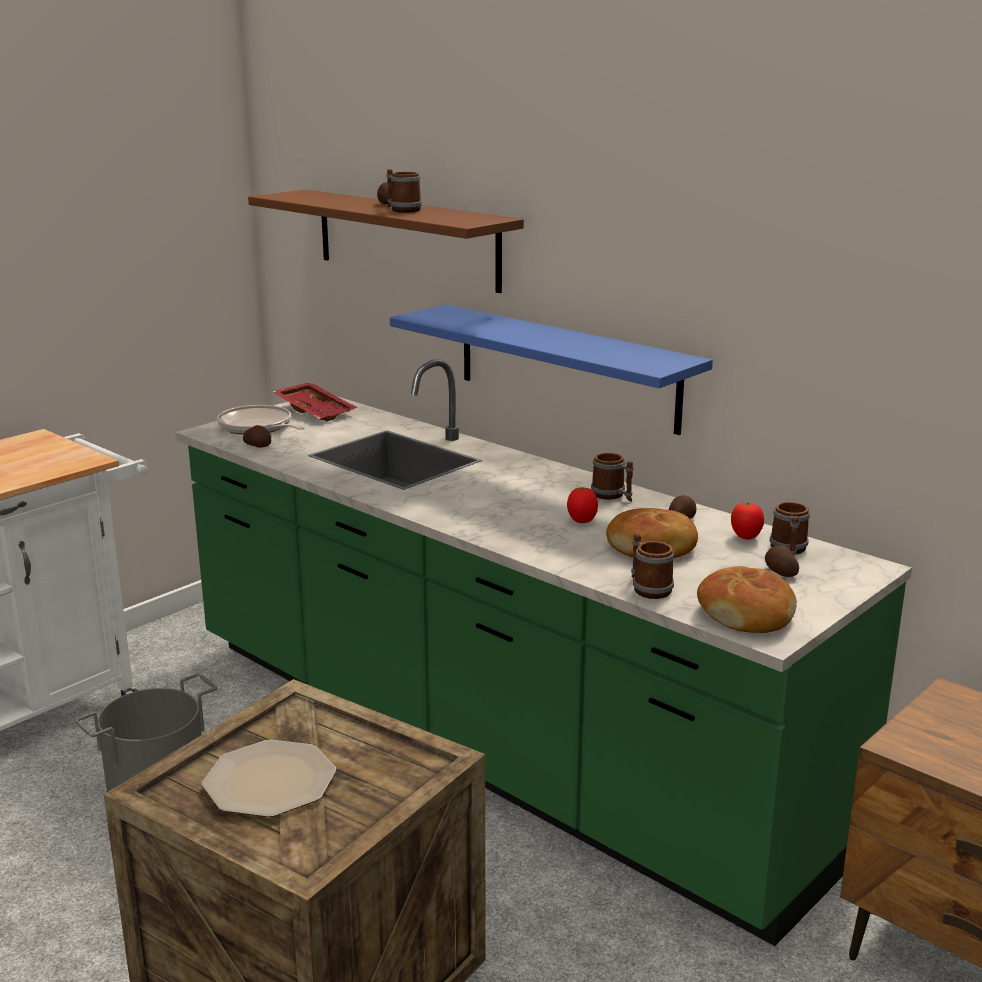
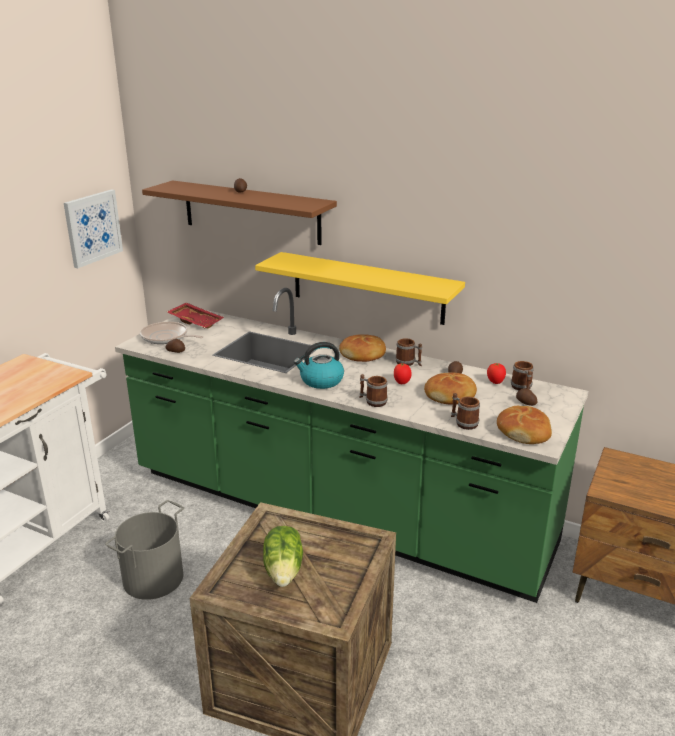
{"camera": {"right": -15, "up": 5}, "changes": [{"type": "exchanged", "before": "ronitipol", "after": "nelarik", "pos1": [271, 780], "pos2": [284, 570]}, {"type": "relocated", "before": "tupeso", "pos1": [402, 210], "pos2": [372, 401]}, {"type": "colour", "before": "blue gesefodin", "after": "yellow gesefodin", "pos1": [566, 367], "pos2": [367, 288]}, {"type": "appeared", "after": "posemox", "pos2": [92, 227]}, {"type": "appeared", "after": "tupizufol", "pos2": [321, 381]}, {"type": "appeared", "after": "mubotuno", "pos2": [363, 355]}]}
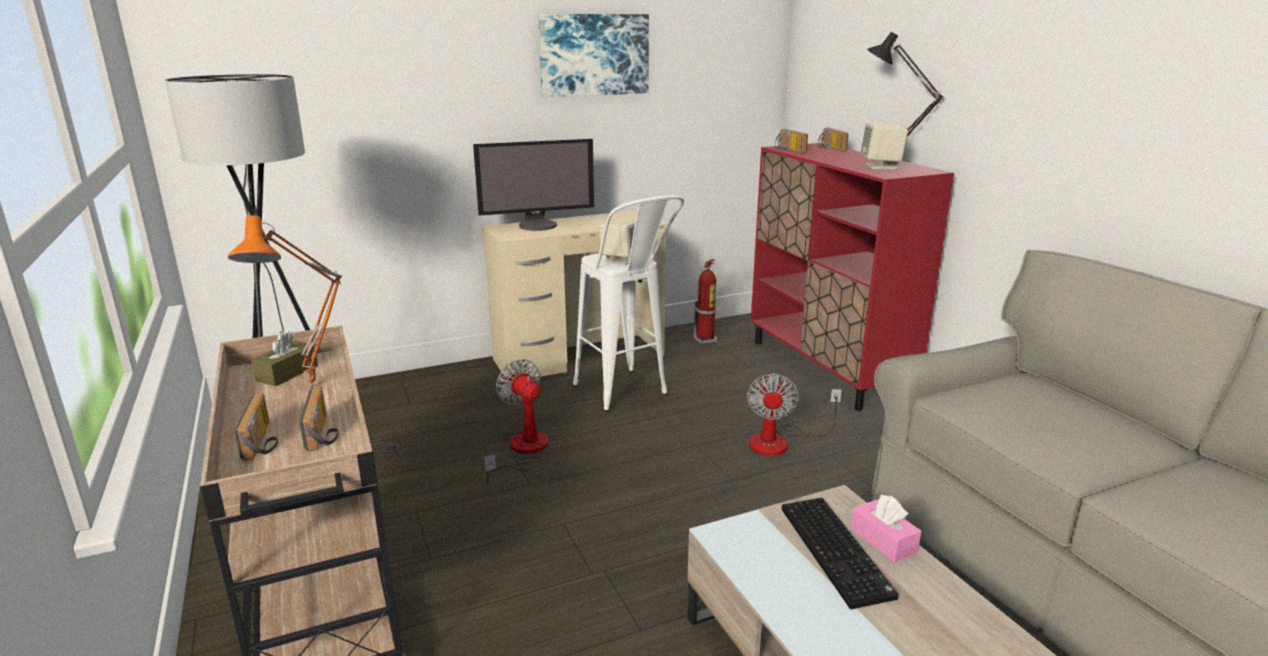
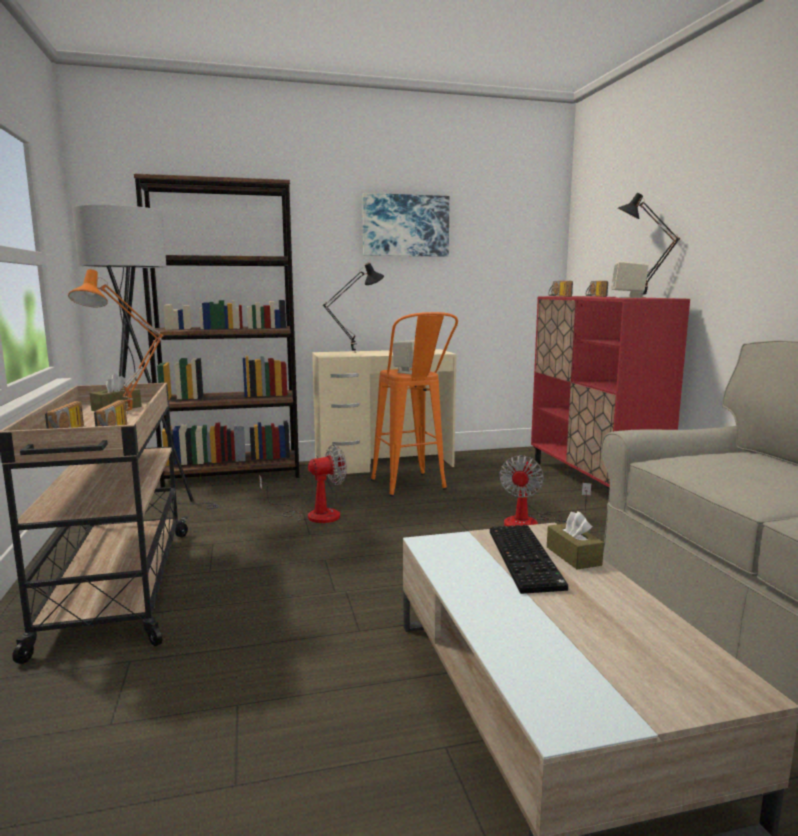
{"camera": {"right": 10, "up": -10}, "changes": [{"type": "exchanged", "before": "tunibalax", "after": "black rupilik", "pos1": [538, 225], "pos2": [354, 352]}, {"type": "spun", "before": "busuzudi", "pos1": [522, 451], "pos2": [313, 515], "turn": 90}, {"type": "colour", "before": "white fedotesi", "after": "orange fedotesi", "pos1": [627, 396], "pos2": [412, 488]}, {"type": "missing", "before": "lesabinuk", "pos1": [705, 340]}, {"type": "colour", "before": "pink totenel", "after": "brown totenel", "pos1": [883, 540], "pos2": [573, 556]}, {"type": "appeared", "after": "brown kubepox", "pos2": [232, 474]}]}
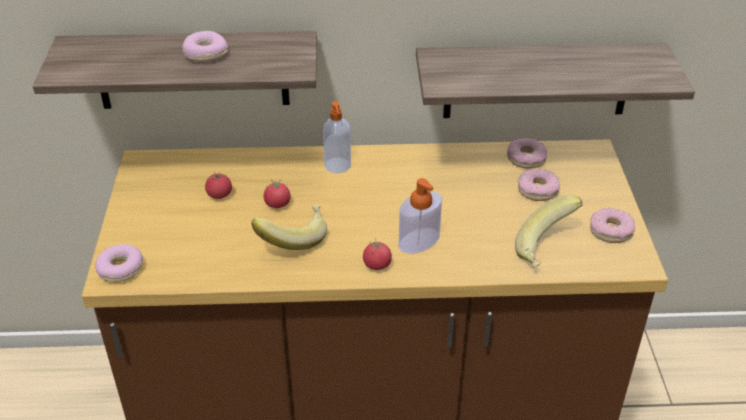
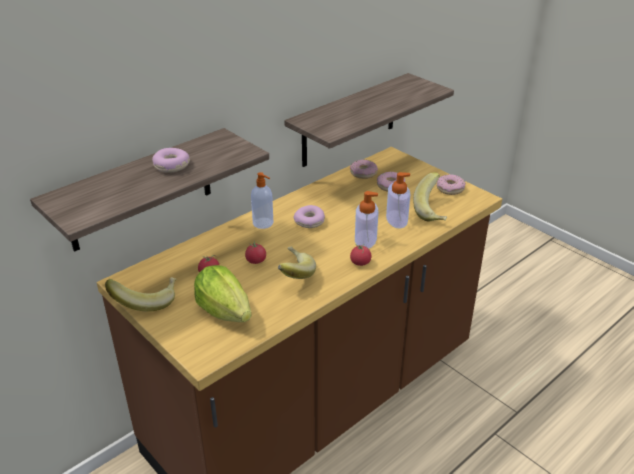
{"camera": {"right": -40, "up": -5}, "changes": [{"type": "relocated", "before": "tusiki", "pos1": [121, 269], "pos2": [309, 221]}, {"type": "appeared", "after": "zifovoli", "pos2": [146, 301]}, {"type": "appeared", "after": "nelarik", "pos2": [224, 311]}, {"type": "appeared", "after": "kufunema", "pos2": [396, 219]}]}
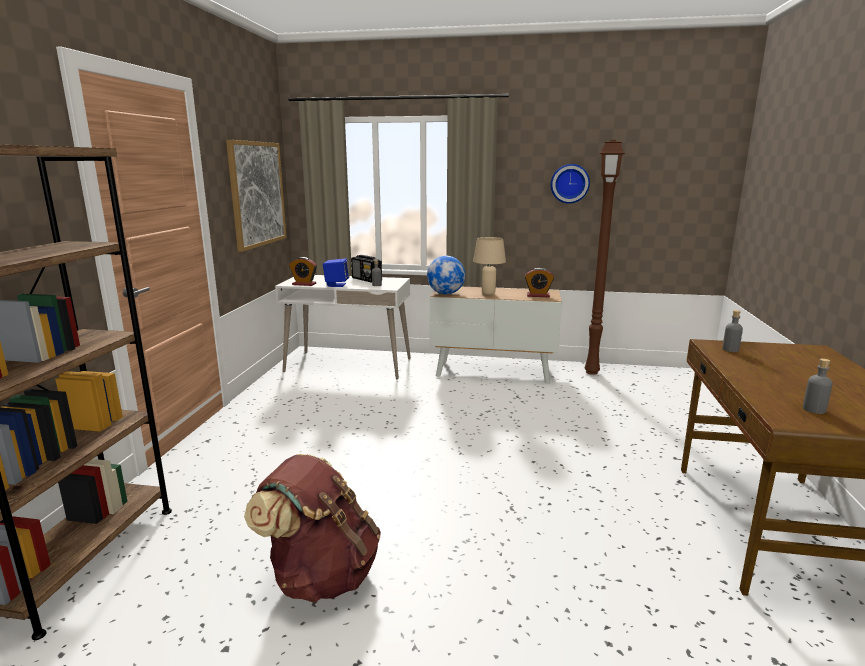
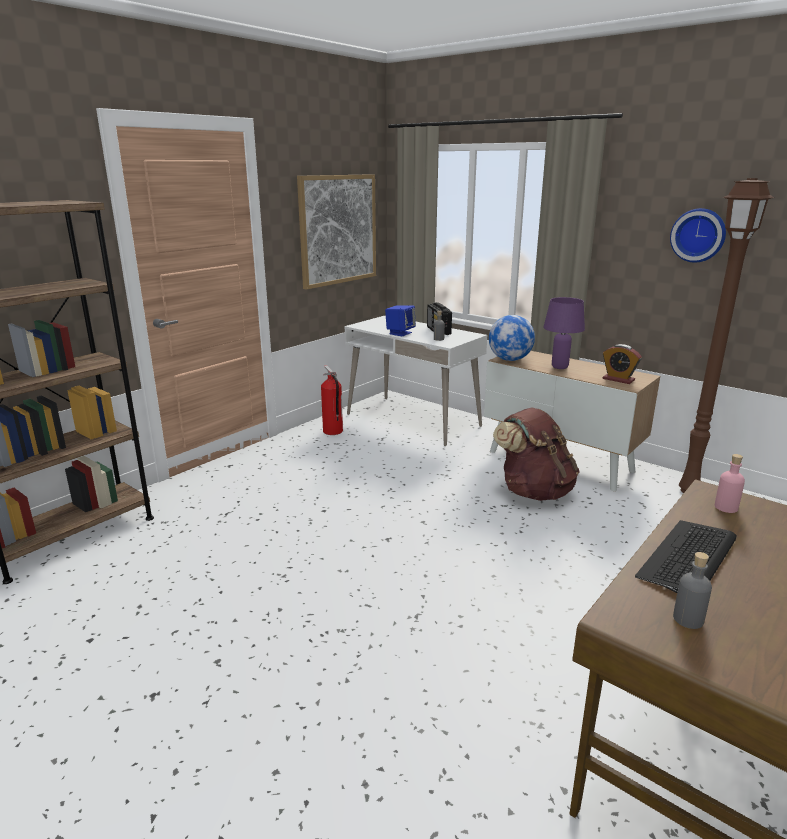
{"camera": {"right": 30, "up": 5}, "changes": [{"type": "relocated", "before": "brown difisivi", "pos1": [321, 575], "pos2": [534, 491]}, {"type": "missing", "before": "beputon", "pos1": [304, 284]}, {"type": "colour", "before": "beige rupilik", "after": "purple rupilik", "pos1": [488, 293], "pos2": [559, 367]}, {"type": "colour", "before": "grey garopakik", "after": "pink garopakik", "pos1": [730, 349], "pos2": [726, 507]}, {"type": "appeared", "after": "lesabinuk", "pos2": [332, 431]}, {"type": "appeared", "after": "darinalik", "pos2": [688, 558]}]}
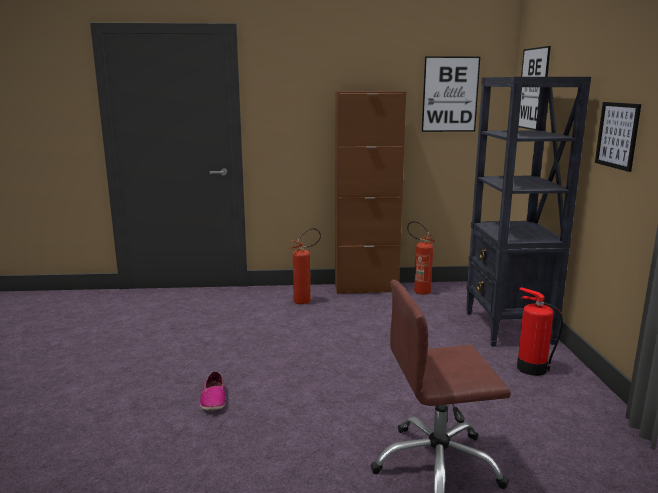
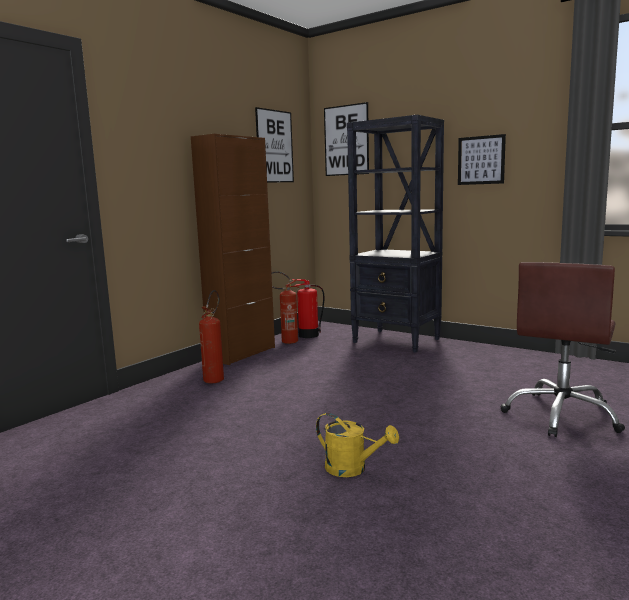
{"camera": {"right": -50, "up": -5}, "changes": [{"type": "exchanged", "before": "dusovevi", "after": "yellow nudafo", "pos1": [213, 399], "pos2": [352, 469]}, {"type": "relocated", "before": "lesabinuk", "pos1": [531, 368], "pos2": [308, 335]}]}
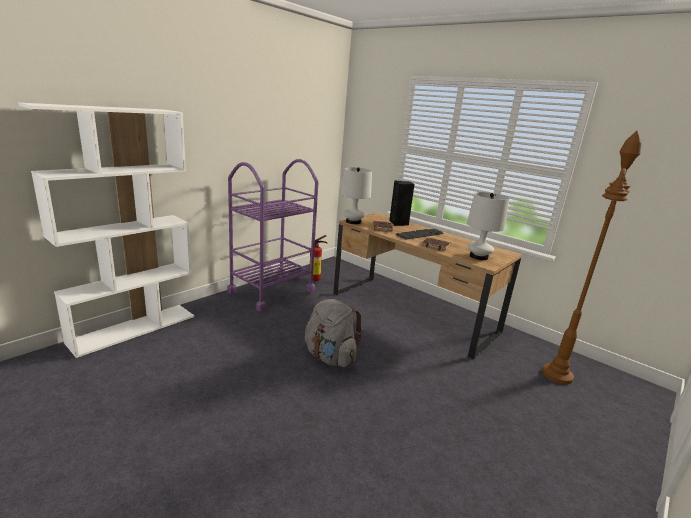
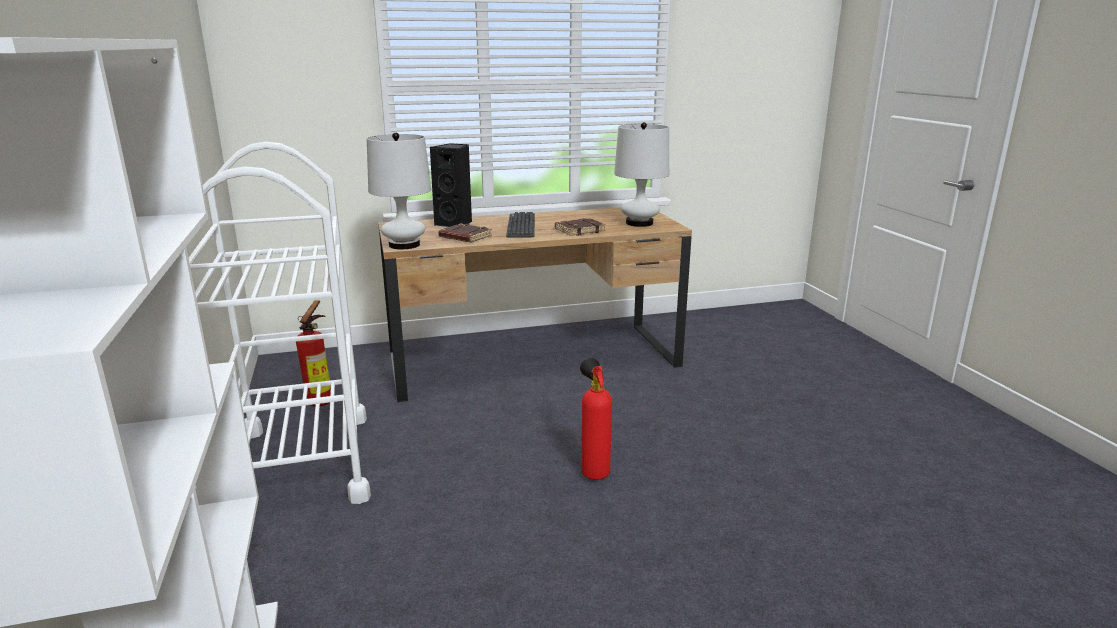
{"camera": {"right": -55, "up": 0}, "changes": [{"type": "colour", "before": "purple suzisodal", "after": "white suzisodal", "pos1": [271, 291], "pos2": [302, 464]}, {"type": "exchanged", "before": "grey difisivi", "after": "lesabinuk", "pos1": [330, 357], "pos2": [593, 471]}, {"type": "missing", "before": "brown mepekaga", "pos1": [557, 375]}]}
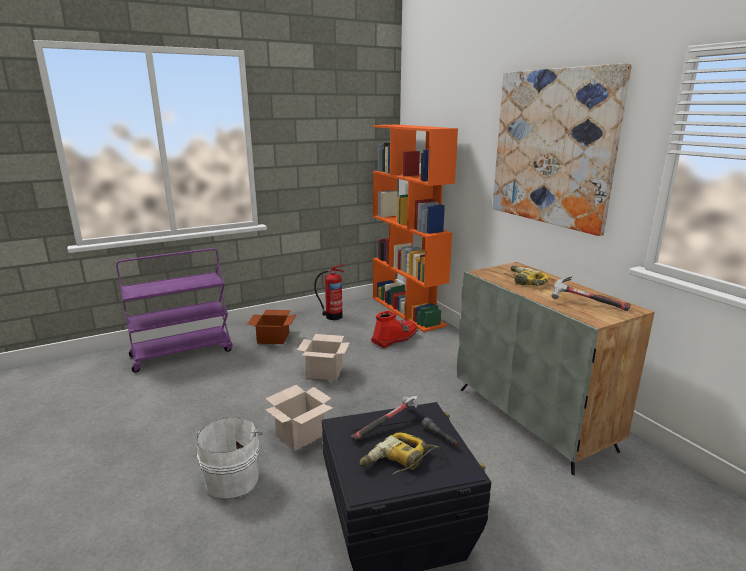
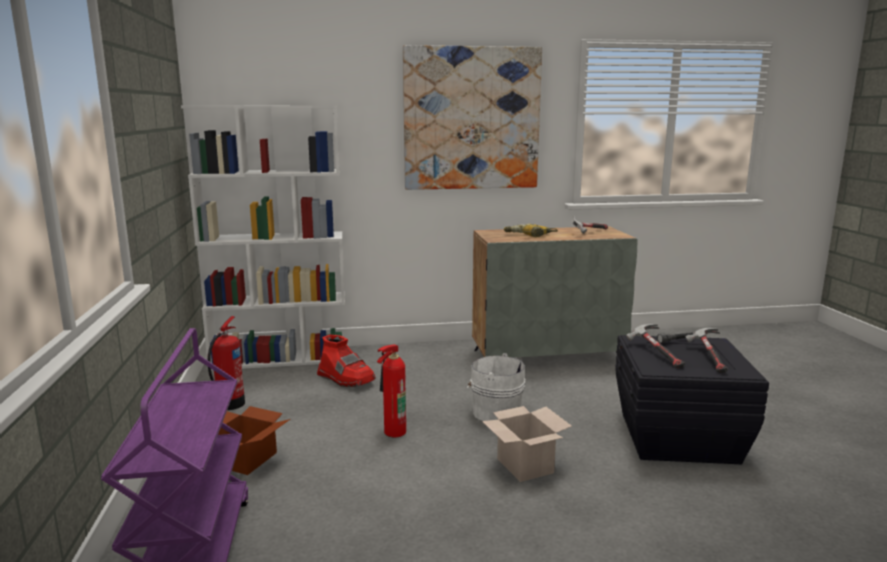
{"camera": {"right": -70, "up": -5}, "changes": [{"type": "relocated", "before": "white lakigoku", "pos1": [233, 477], "pos2": [494, 412]}, {"type": "exchanged", "before": "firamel", "after": "lesabinuk", "pos1": [325, 372], "pos2": [392, 432]}, {"type": "exchanged", "before": "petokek", "after": "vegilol", "pos1": [398, 461], "pos2": [708, 357]}, {"type": "spun", "before": "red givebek", "pos1": [394, 338], "pos2": [346, 379], "turn": 150}, {"type": "colour", "before": "orange kubepox", "after": "white kubepox", "pos1": [408, 311], "pos2": [281, 359]}]}
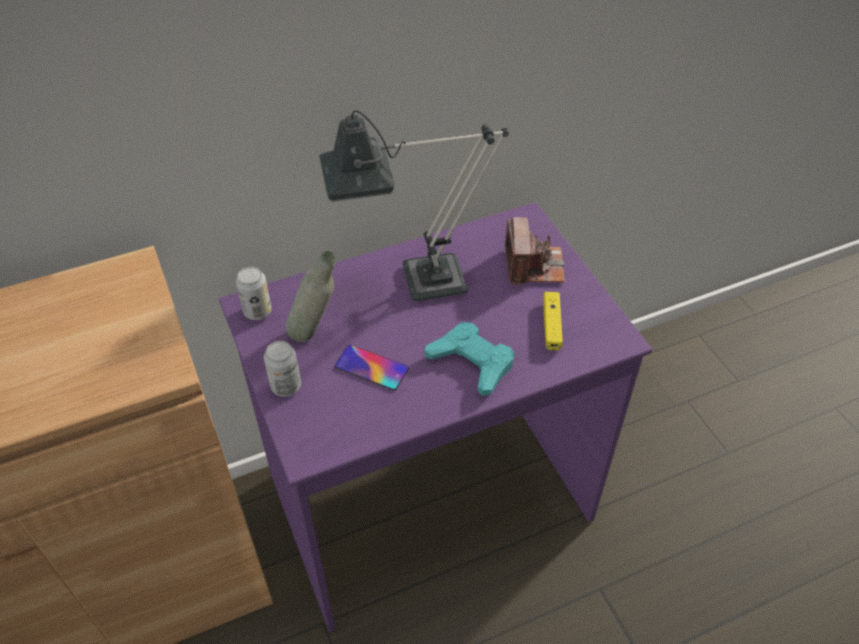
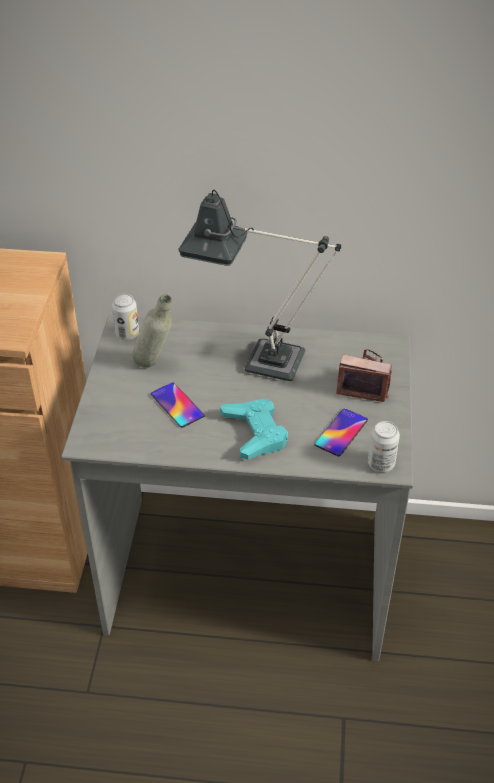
{"camera": {"right": 30, "up": -5}, "changes": [{"type": "colour", "before": "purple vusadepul", "after": "grey vusadepul", "pos1": [430, 501], "pos2": [247, 577]}, {"type": "relocated", "before": "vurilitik", "pos1": [286, 386], "pos2": [381, 464]}, {"type": "spun", "before": "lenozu", "pos1": [533, 266], "pos2": [364, 383], "turn": -105}, {"type": "exchanged", "before": "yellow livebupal", "after": "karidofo", "pos1": [551, 325], "pos2": [341, 432]}]}
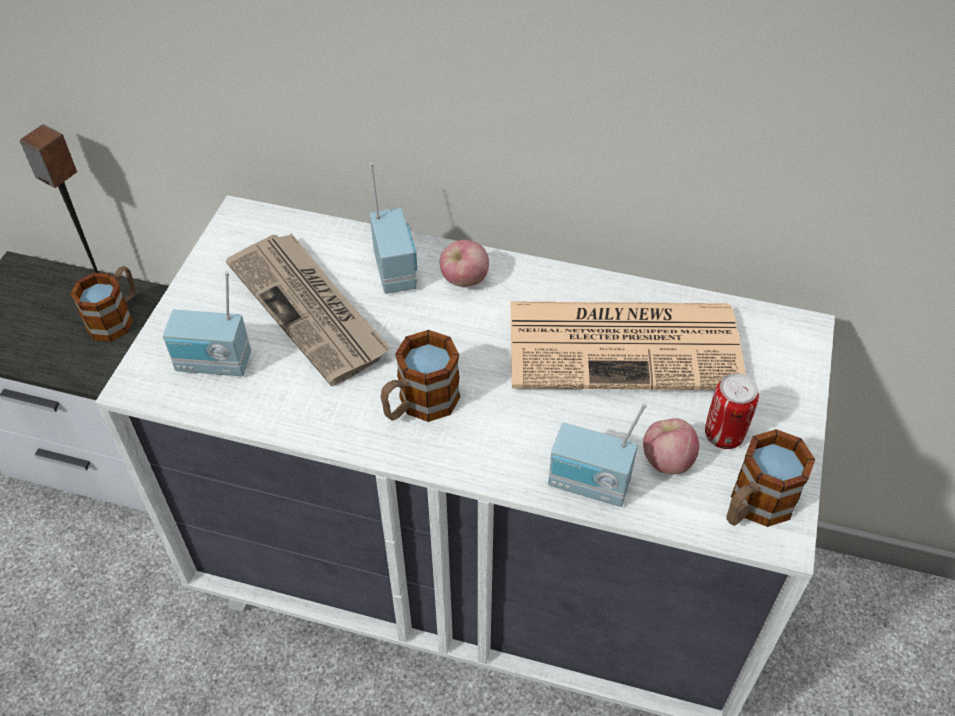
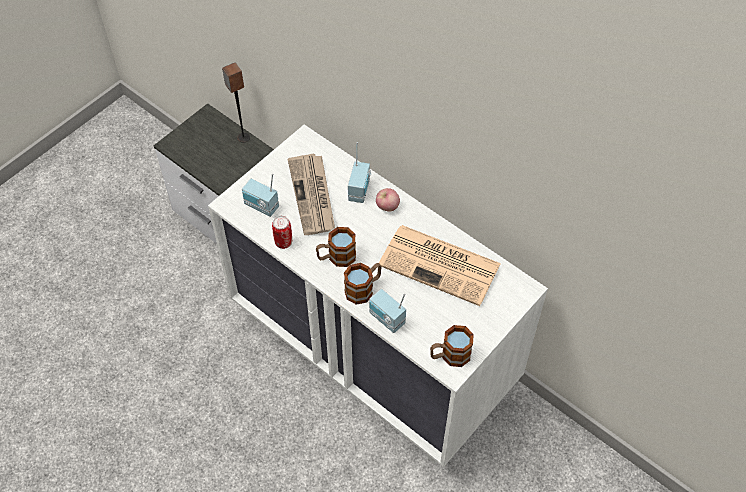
{"camera": {"right": 25, "up": 5}, "changes": [{"type": "relocated", "before": "tupeso", "pos1": [116, 317], "pos2": [363, 289]}, {"type": "missing", "before": "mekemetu", "pos1": [666, 460]}, {"type": "relocated", "before": "vurilitik", "pos1": [723, 435], "pos2": [283, 242]}]}
